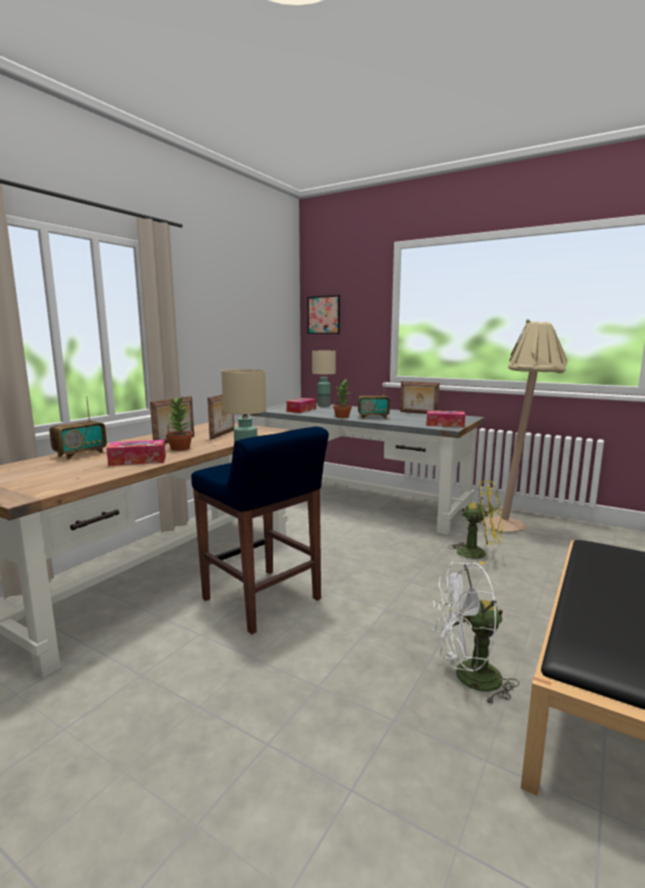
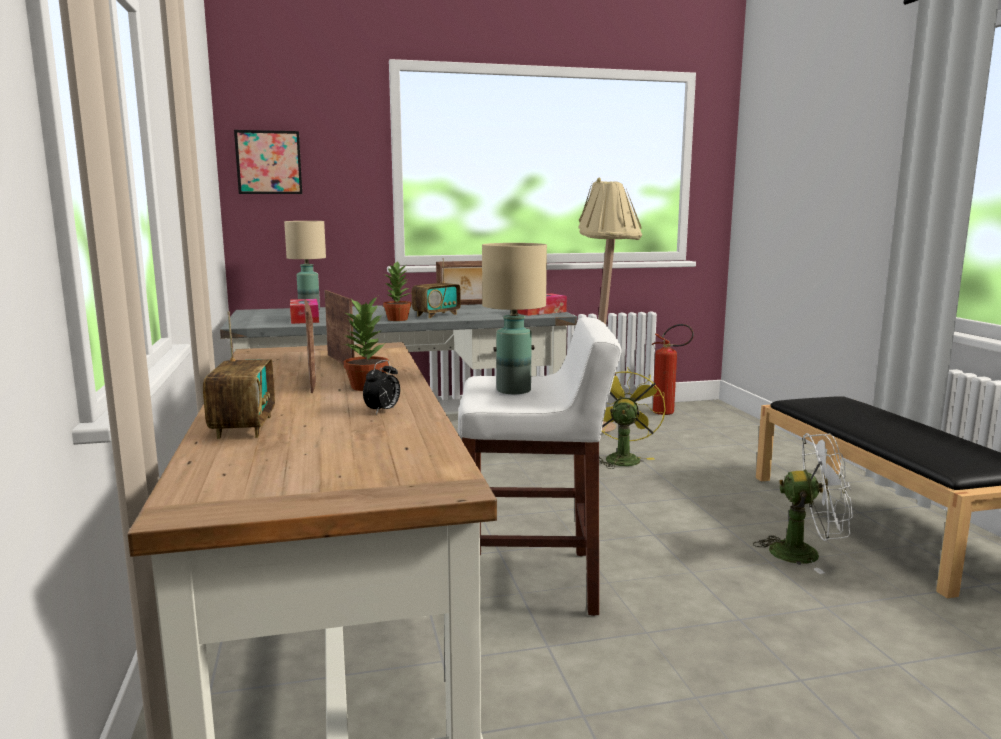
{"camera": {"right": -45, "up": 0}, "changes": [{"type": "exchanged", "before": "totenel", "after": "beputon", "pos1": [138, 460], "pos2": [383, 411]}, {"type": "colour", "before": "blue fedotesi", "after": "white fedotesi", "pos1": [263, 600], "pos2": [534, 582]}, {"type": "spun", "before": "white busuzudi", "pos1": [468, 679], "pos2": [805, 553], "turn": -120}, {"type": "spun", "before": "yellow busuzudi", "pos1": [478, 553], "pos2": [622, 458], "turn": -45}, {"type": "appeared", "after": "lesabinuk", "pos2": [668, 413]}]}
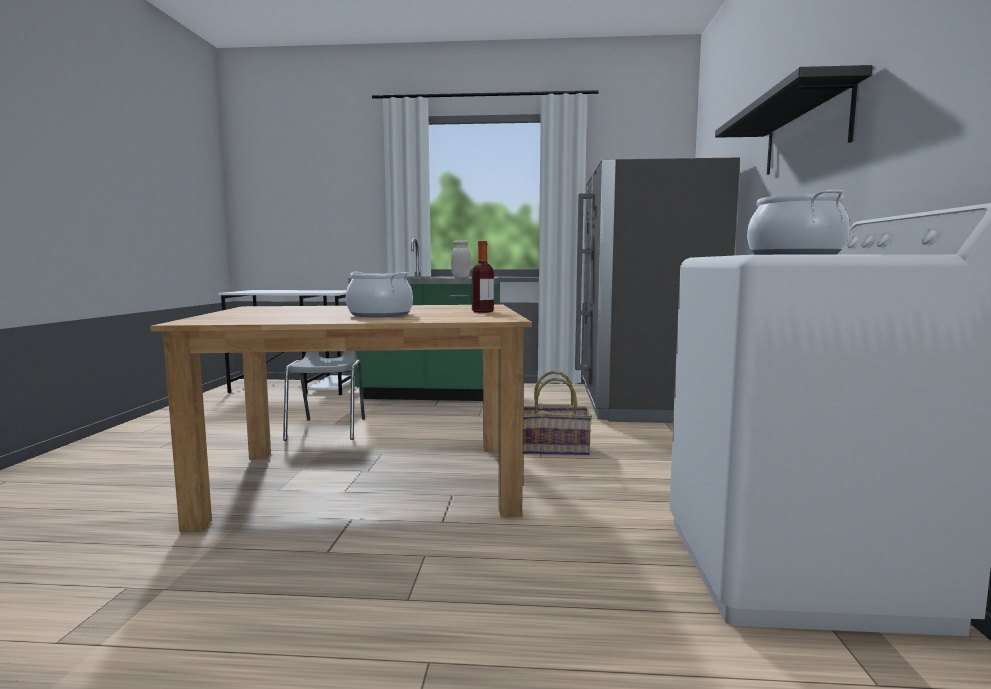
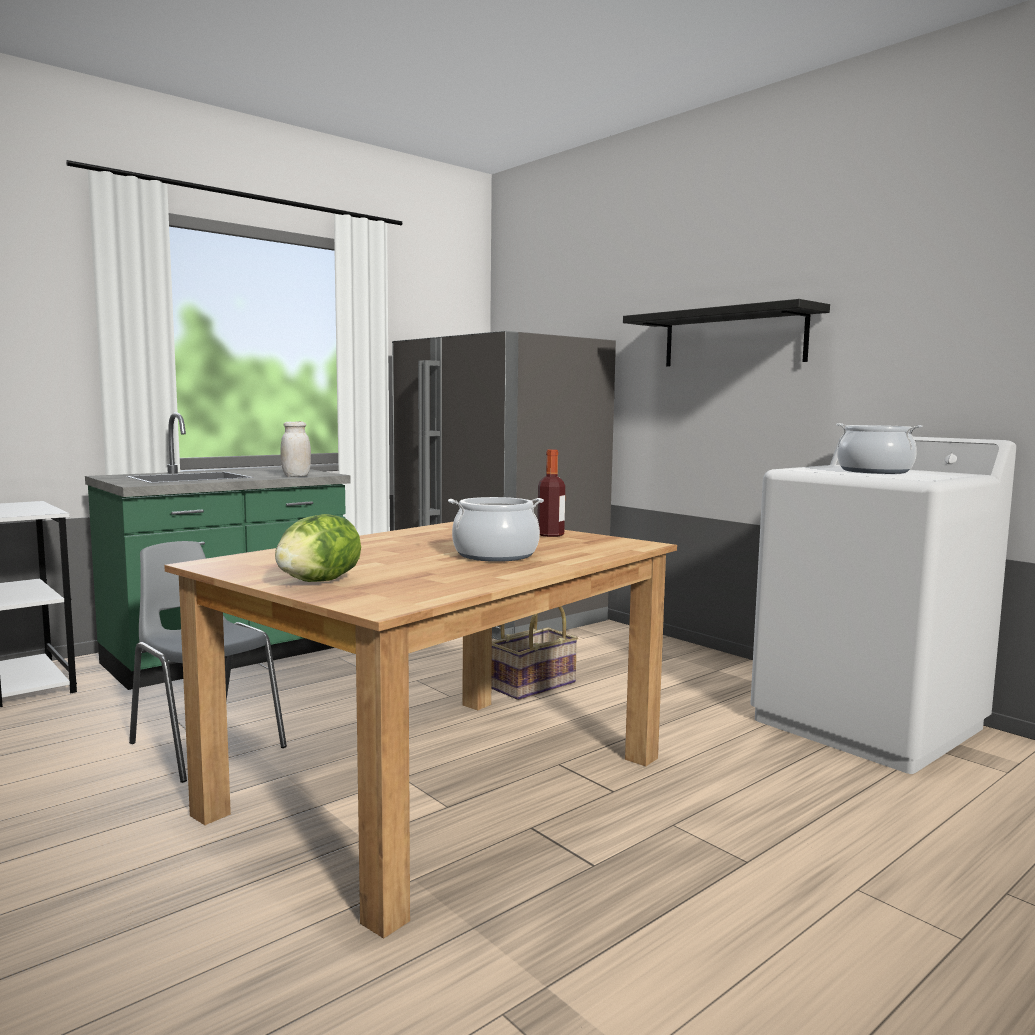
{"camera": {"right": -45, "up": 0}, "changes": [{"type": "appeared", "after": "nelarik", "pos2": [318, 581]}]}
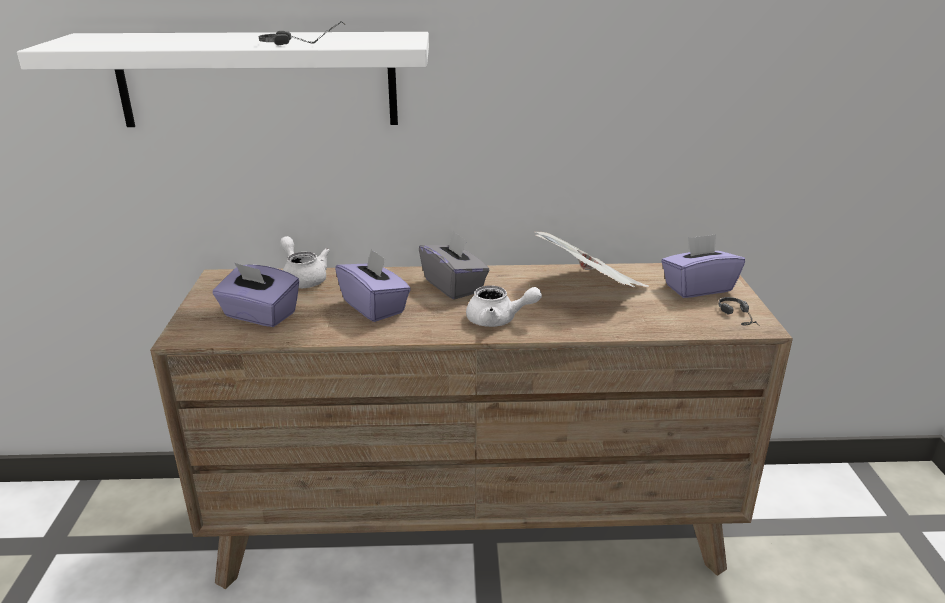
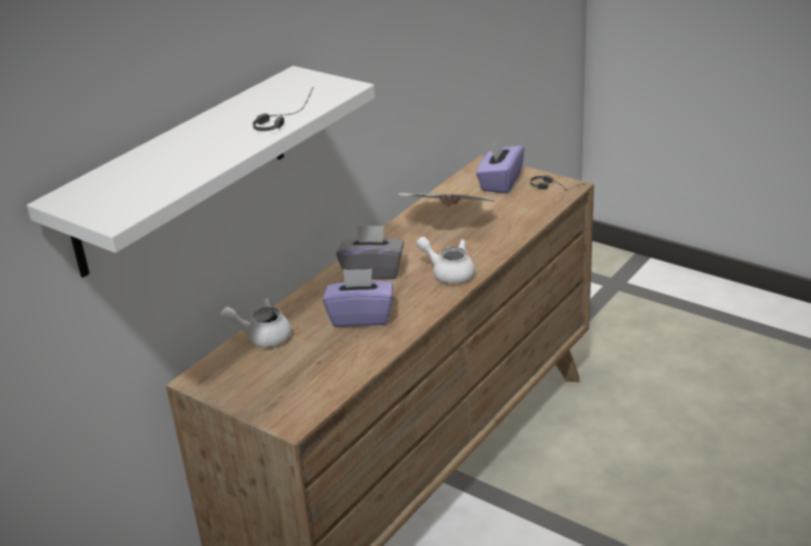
{"camera": {"right": -50, "up": 5}, "changes": [{"type": "missing", "before": "purple totenel", "pos1": [259, 315]}, {"type": "spun", "before": "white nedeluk", "pos1": [498, 320], "pos2": [448, 272], "turn": -105}]}
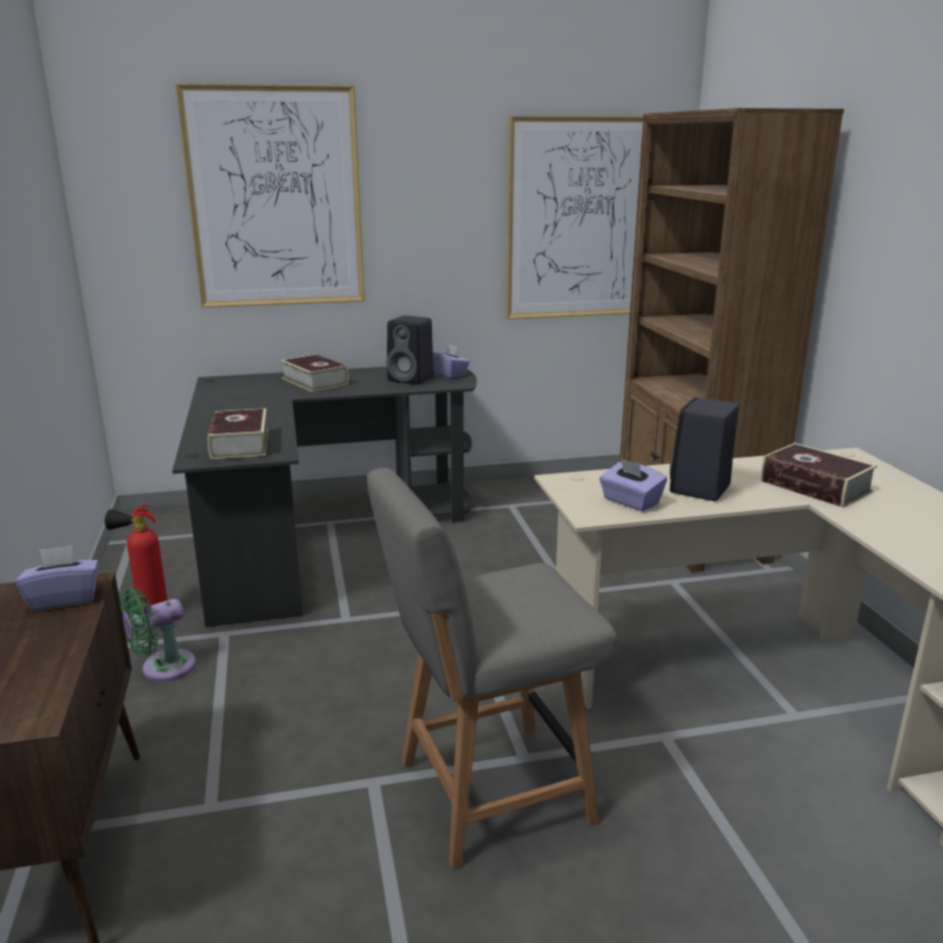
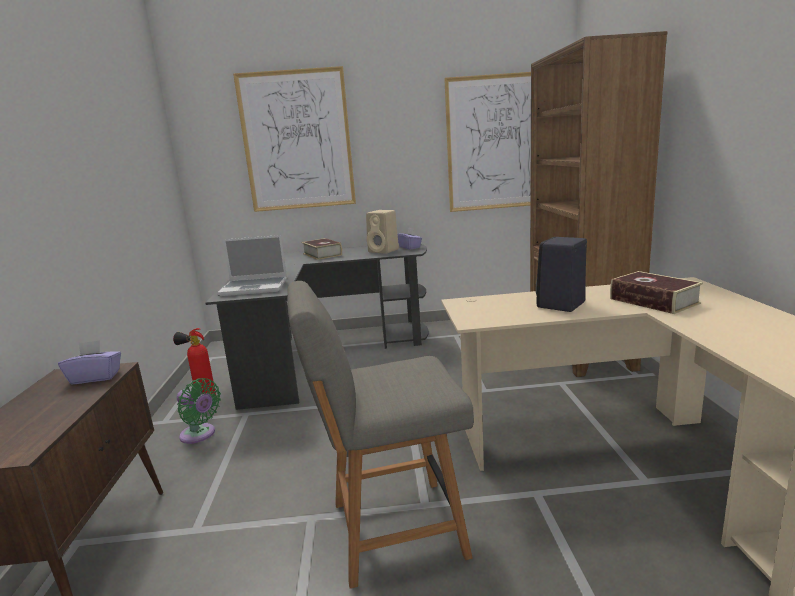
{"camera": {"right": 10, "up": -5}, "changes": [{"type": "spun", "before": "green busuzudi", "pos1": [163, 668], "pos2": [200, 435], "turn": -120}, {"type": "exchanged", "before": "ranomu", "after": "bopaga", "pos1": [240, 444], "pos2": [255, 287]}, {"type": "colour", "before": "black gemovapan", "after": "beige gemovapan", "pos1": [412, 379], "pos2": [384, 251]}, {"type": "missing", "before": "purple totenel", "pos1": [630, 502]}]}
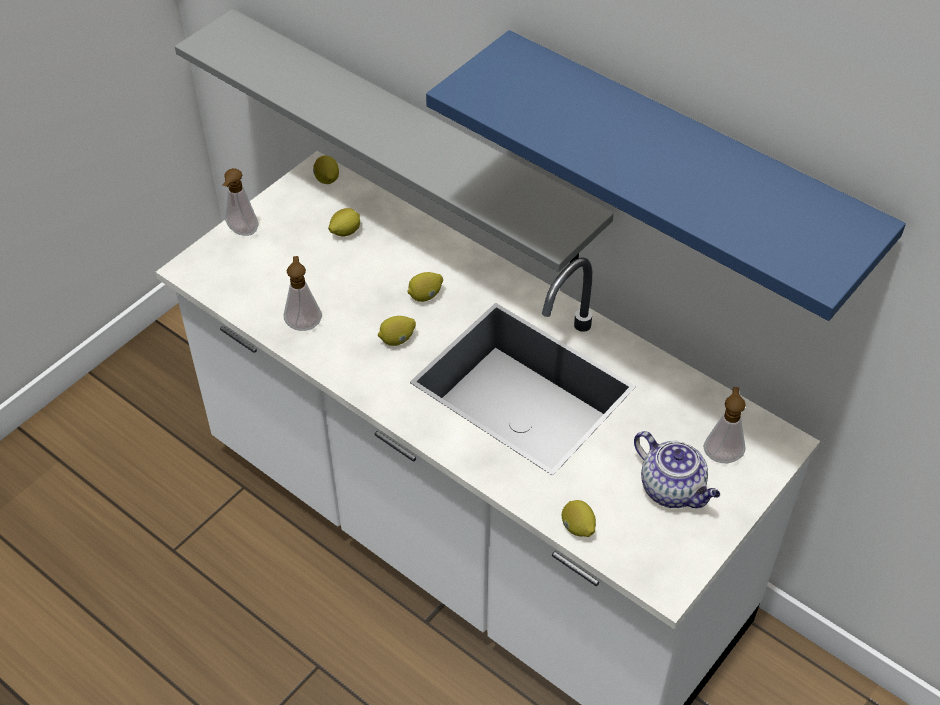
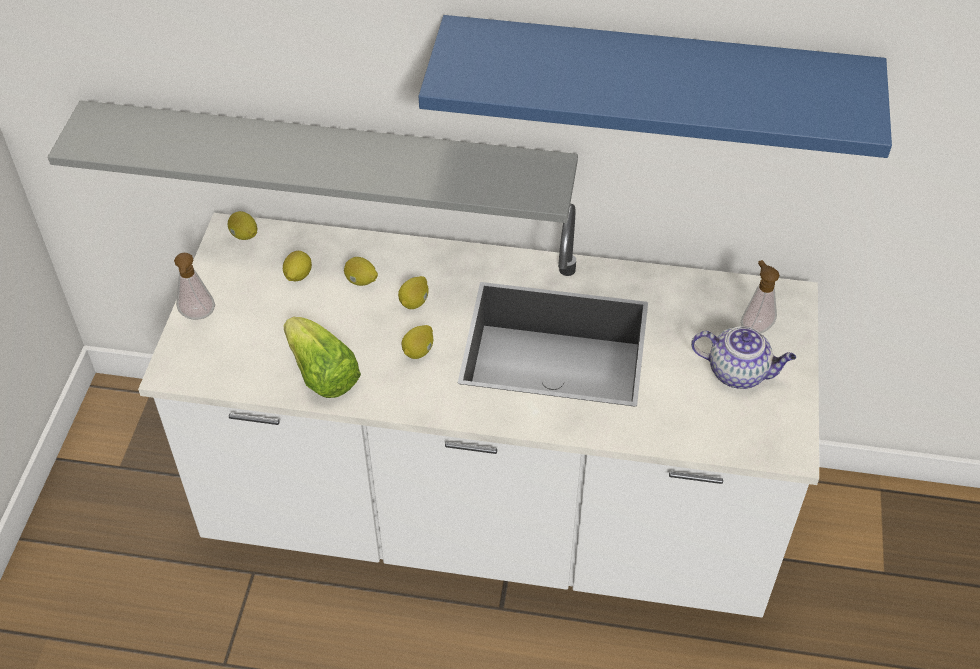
{"camera": {"right": -30, "up": 0}, "changes": [{"type": "exchanged", "before": "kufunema", "after": "nelarik", "pos1": [304, 323], "pos2": [322, 374]}, {"type": "relocated", "before": "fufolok", "pos1": [577, 527], "pos2": [361, 281]}]}
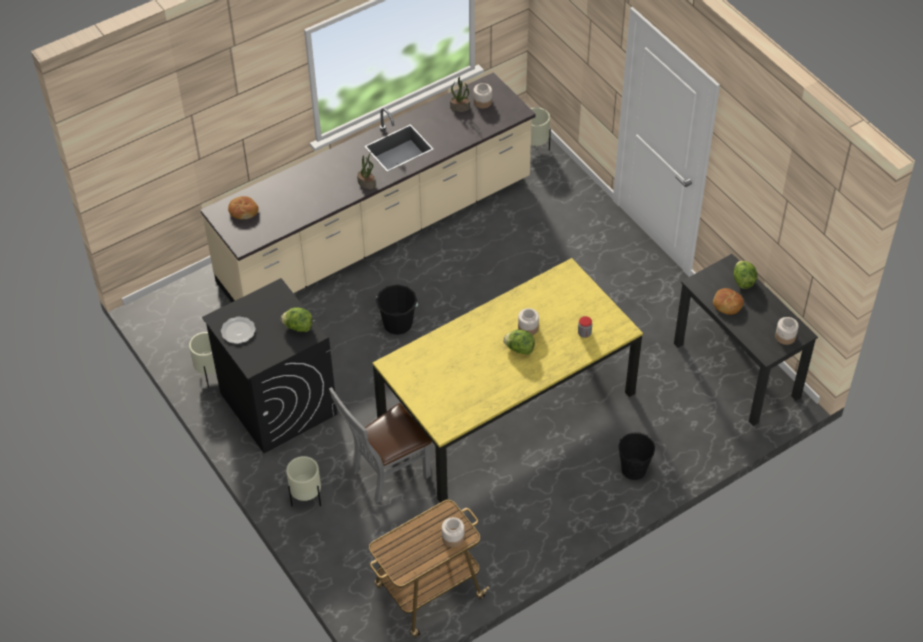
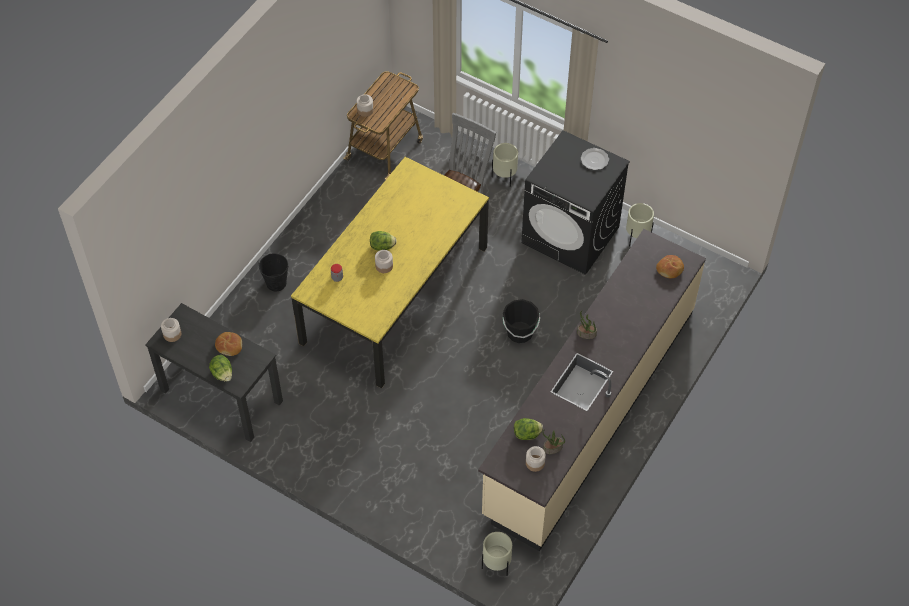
{"camera": {"right": 155, "up": 5}, "changes": [{"type": "relocated", "before": "nelarik", "pos1": [298, 327], "pos2": [527, 434]}]}
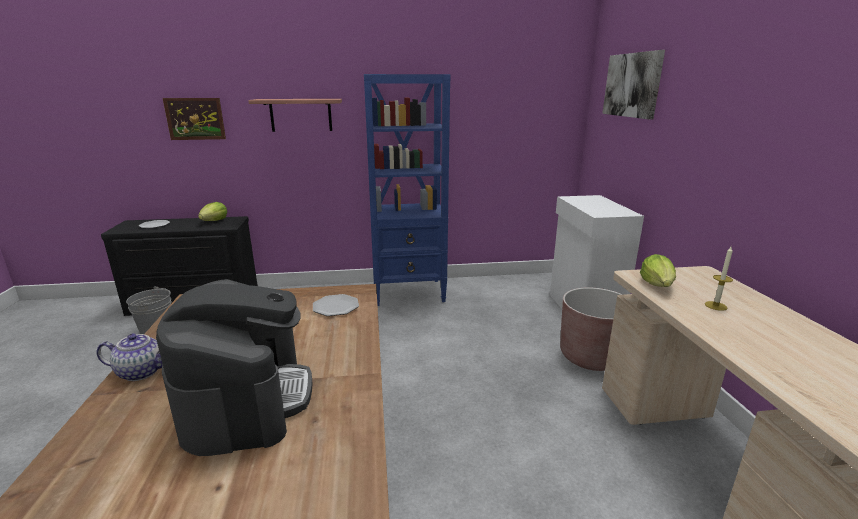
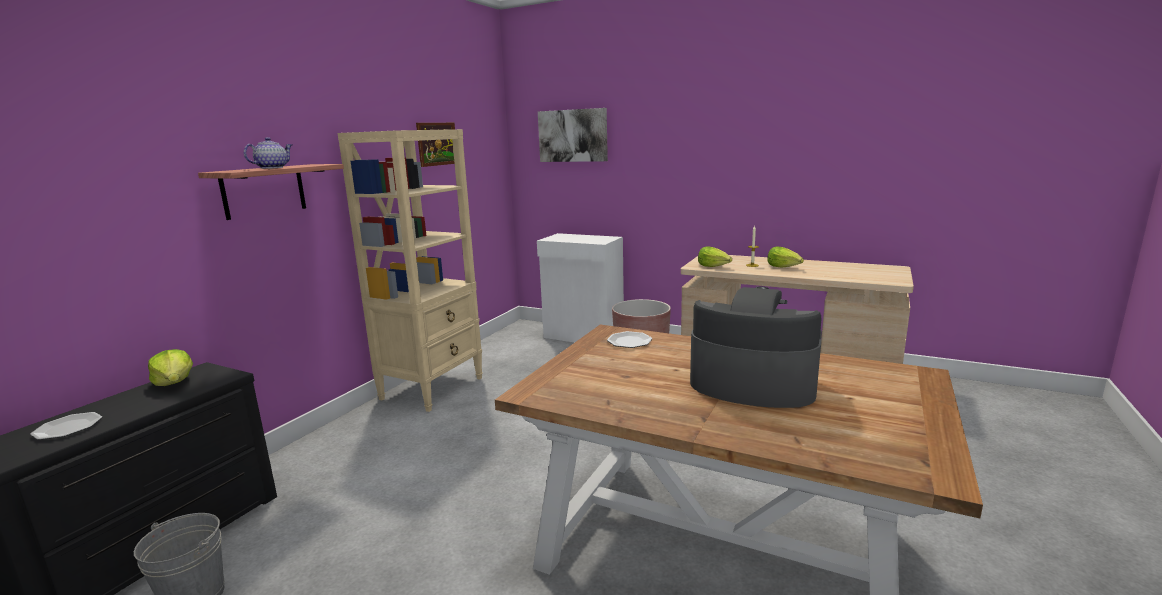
{"camera": {"right": -55, "up": -5}, "changes": [{"type": "relocated", "before": "nedeluk", "pos1": [142, 371], "pos2": [272, 168]}, {"type": "relocated", "before": "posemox", "pos1": [195, 119], "pos2": [437, 144]}, {"type": "colour", "before": "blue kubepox", "after": "beige kubepox", "pos1": [409, 292], "pos2": [433, 388]}, {"type": "appeared", "after": "nelarik", "pos2": [784, 267]}]}
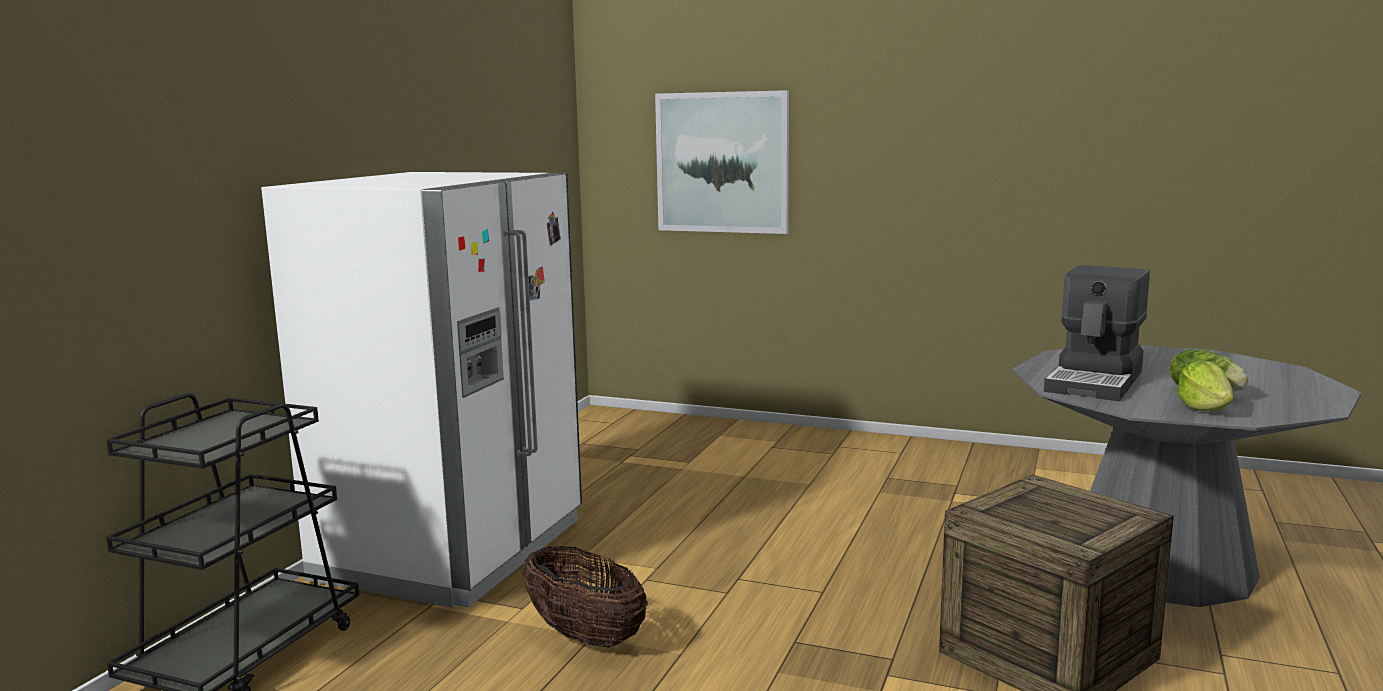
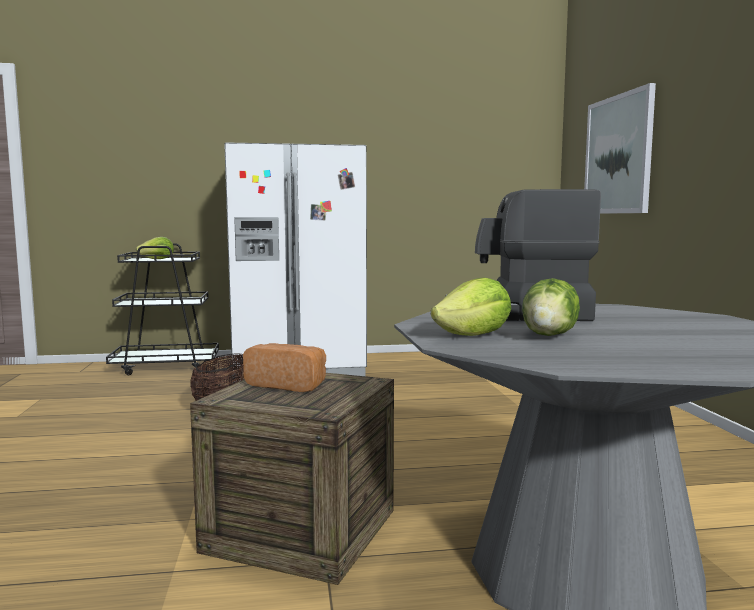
{"camera": {"right": 60, "up": -5}, "changes": [{"type": "appeared", "after": "nelarik", "pos2": [158, 259]}, {"type": "appeared", "after": "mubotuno", "pos2": [288, 384]}]}
